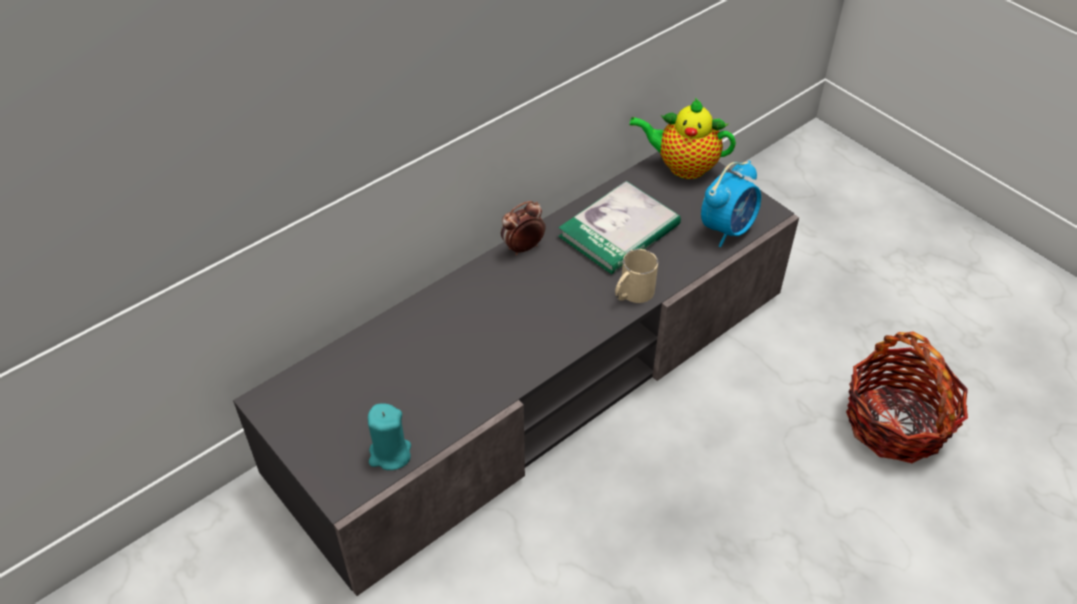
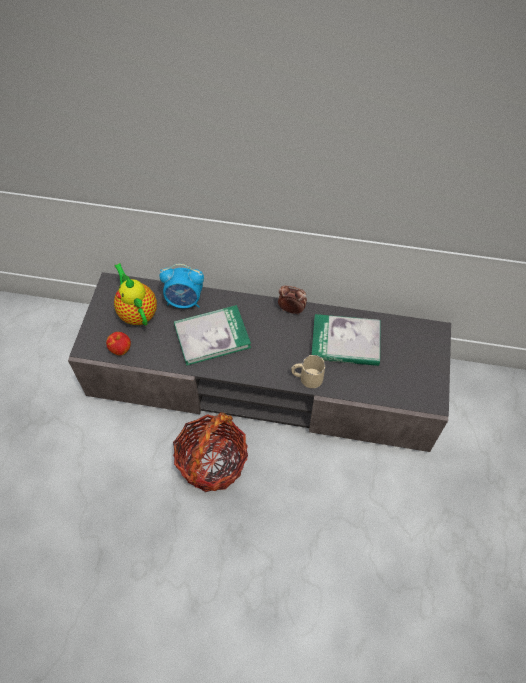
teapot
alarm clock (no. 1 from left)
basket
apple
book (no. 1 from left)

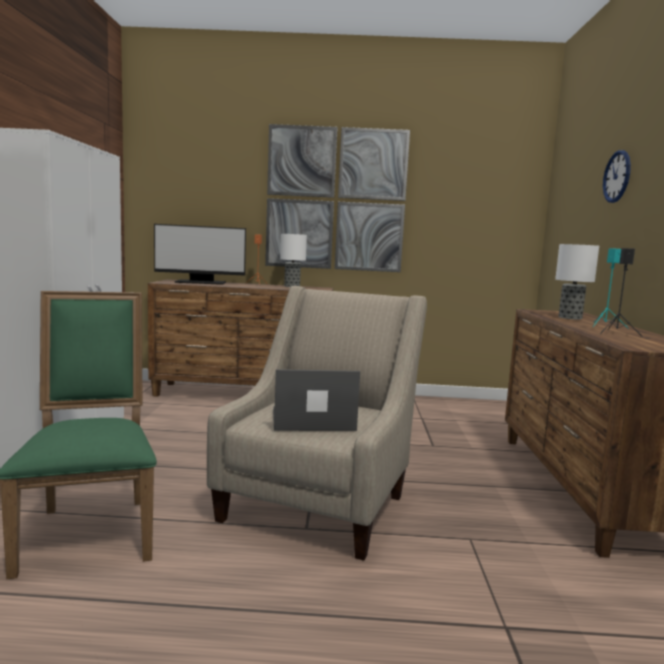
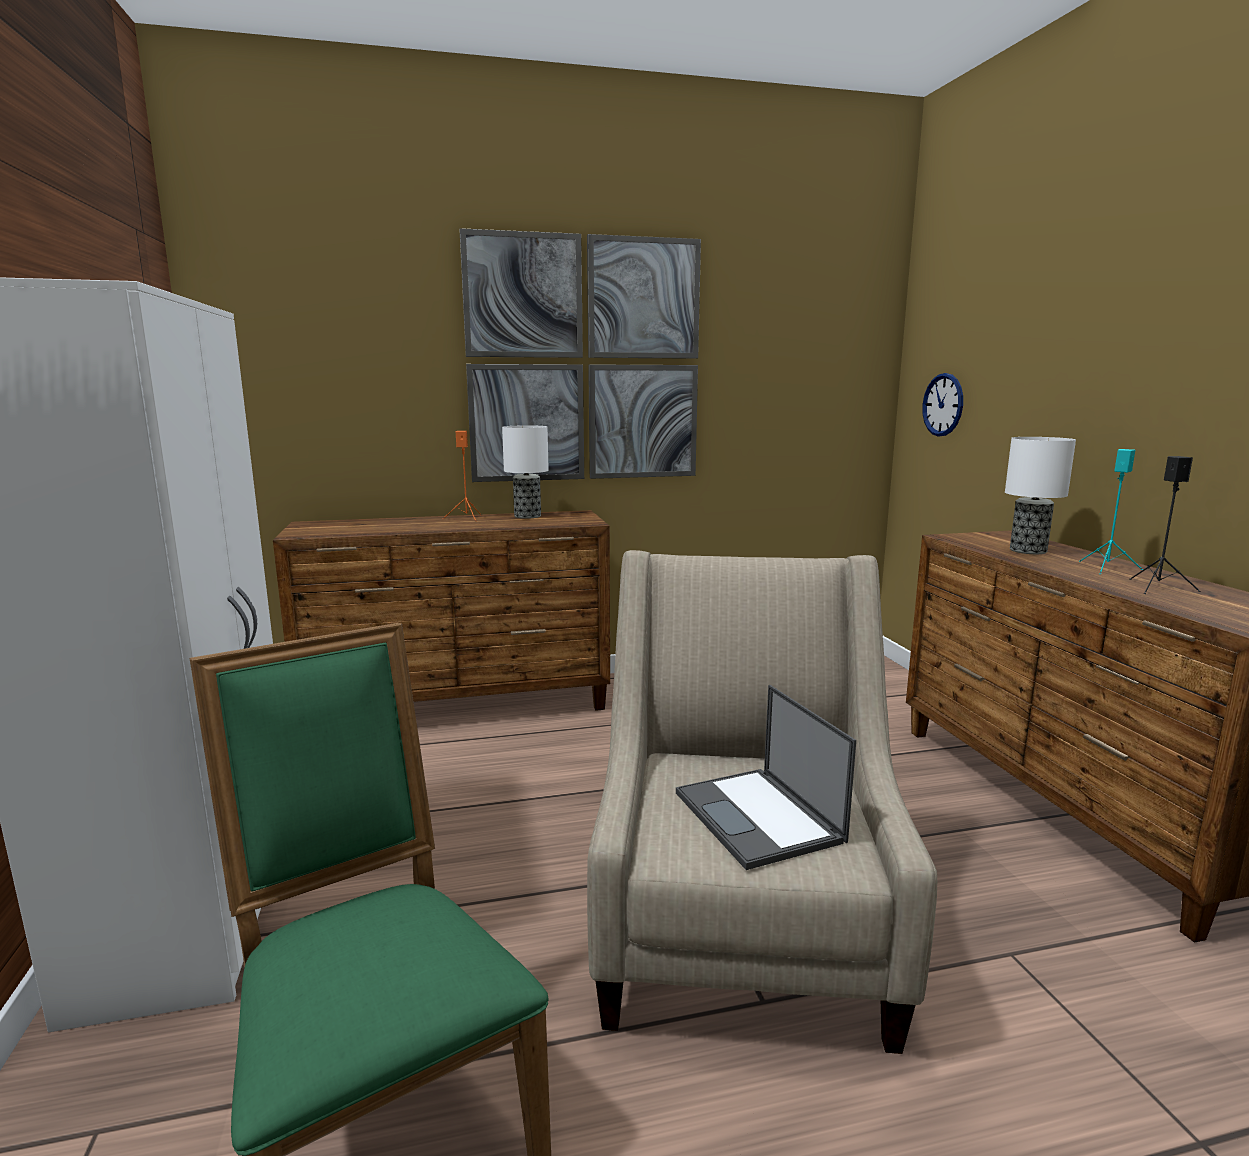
wall clock
monitor
laptop

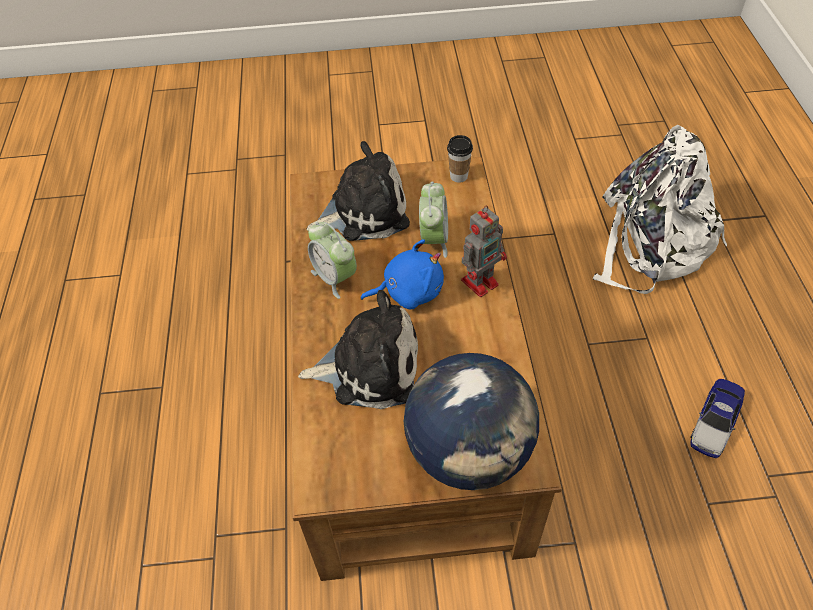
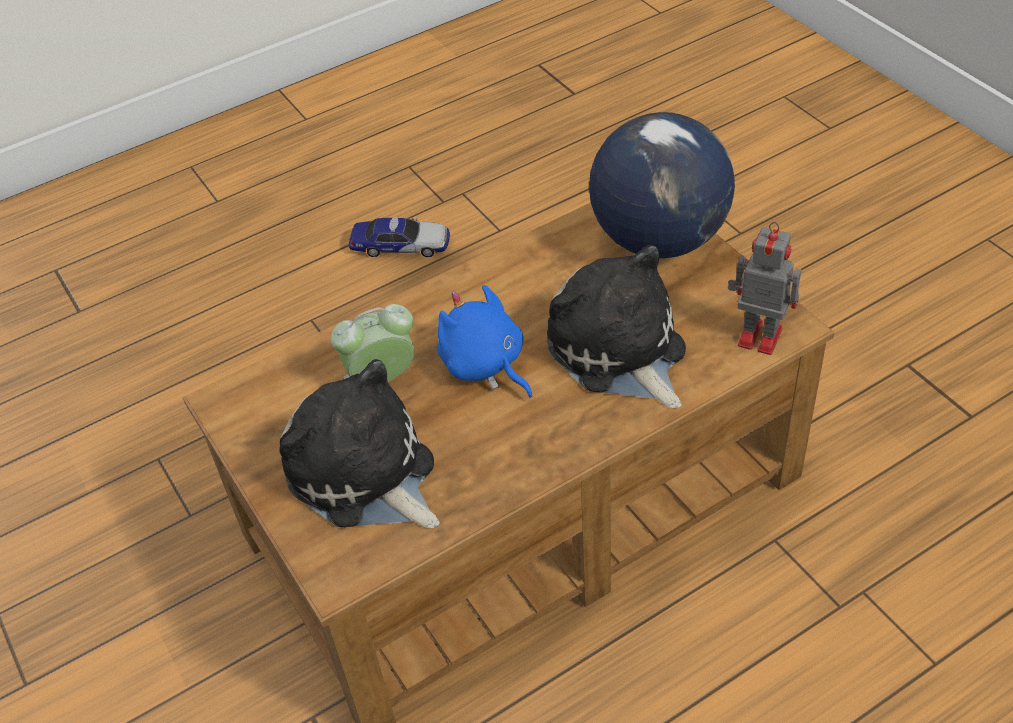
white backpack
cup
toy robot
alarm clock (no. 1 from left in the first image)

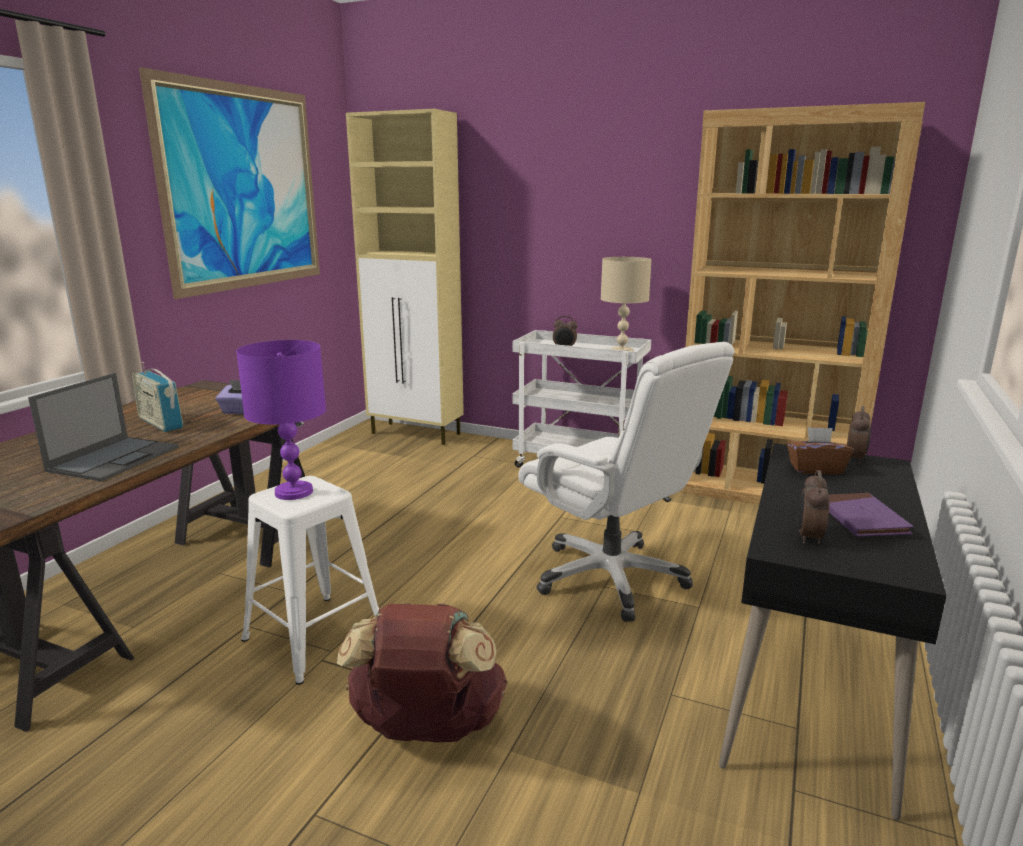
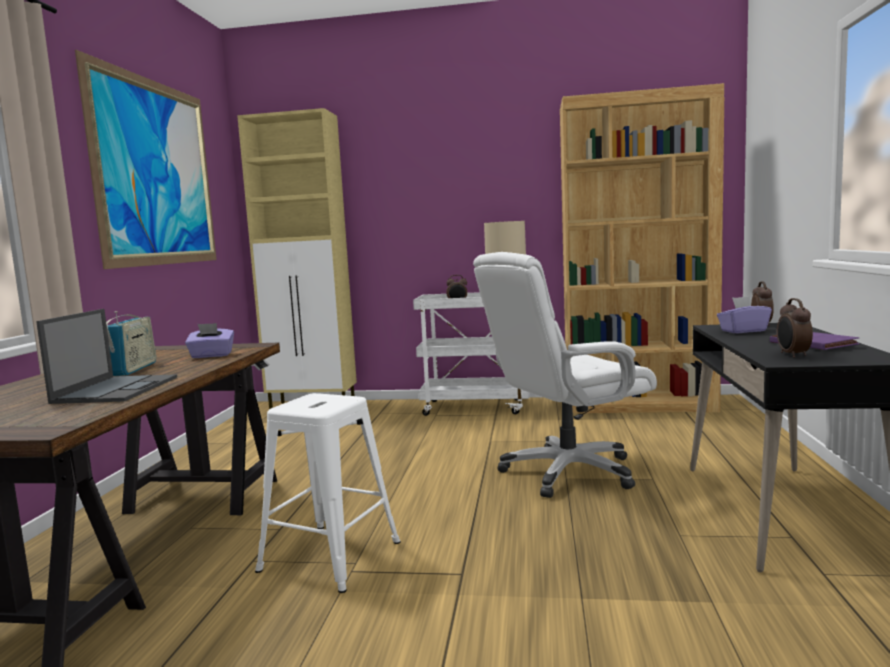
purple table lamp
white office chair
radio
purple tissue box (no. 2 from left)
brown backpack

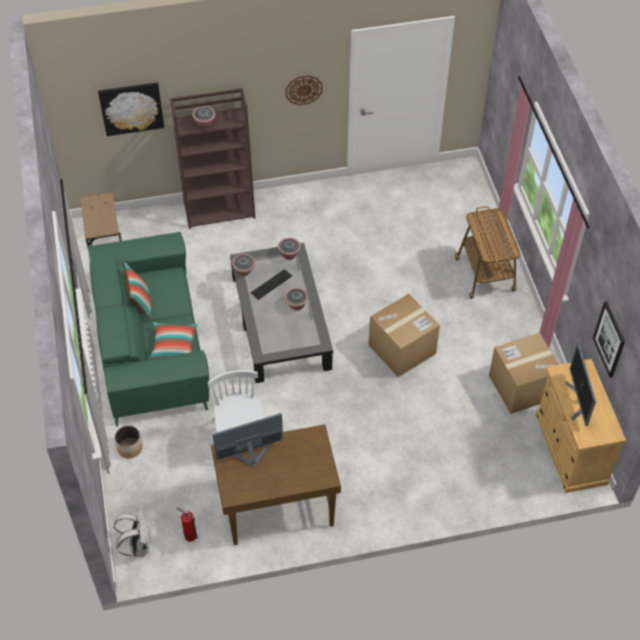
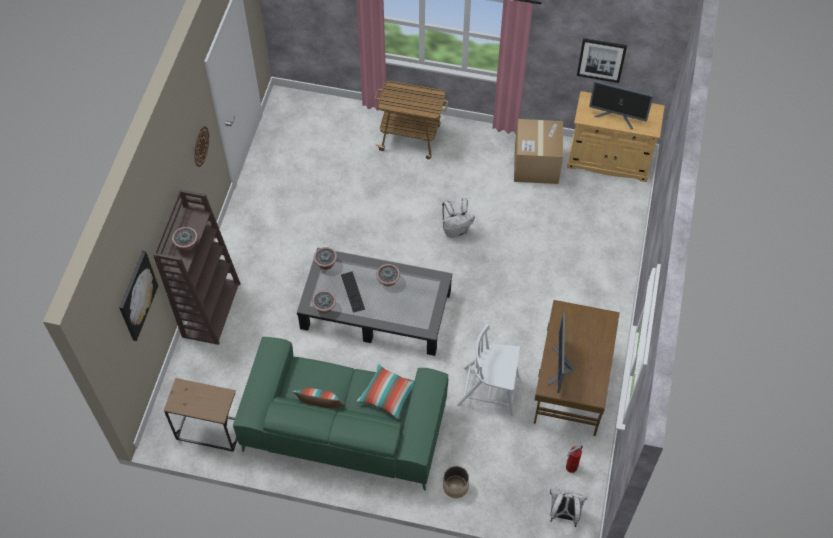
white backpack (no. 1 from left)

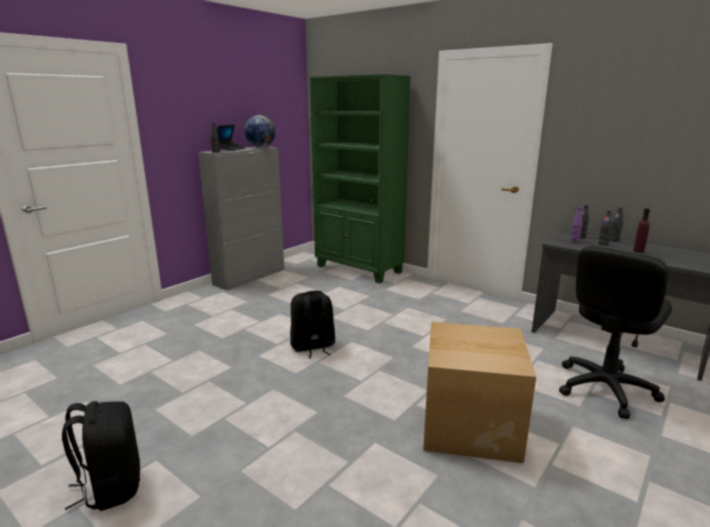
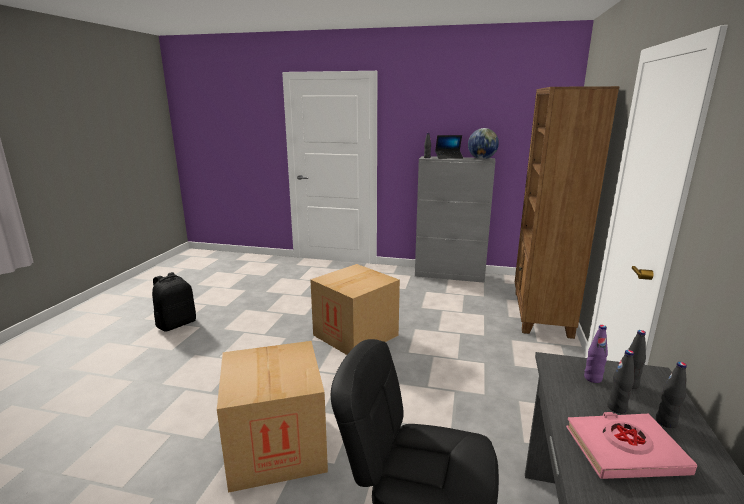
brown bookcase
pink book
cardboard box (no. 2 from left)

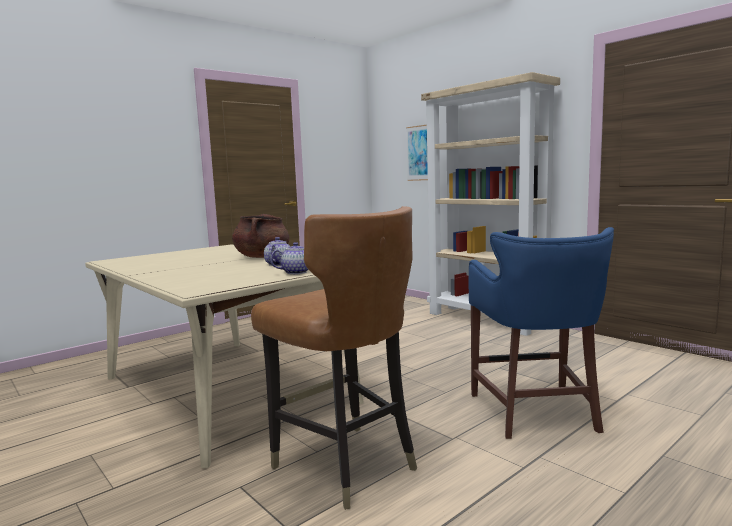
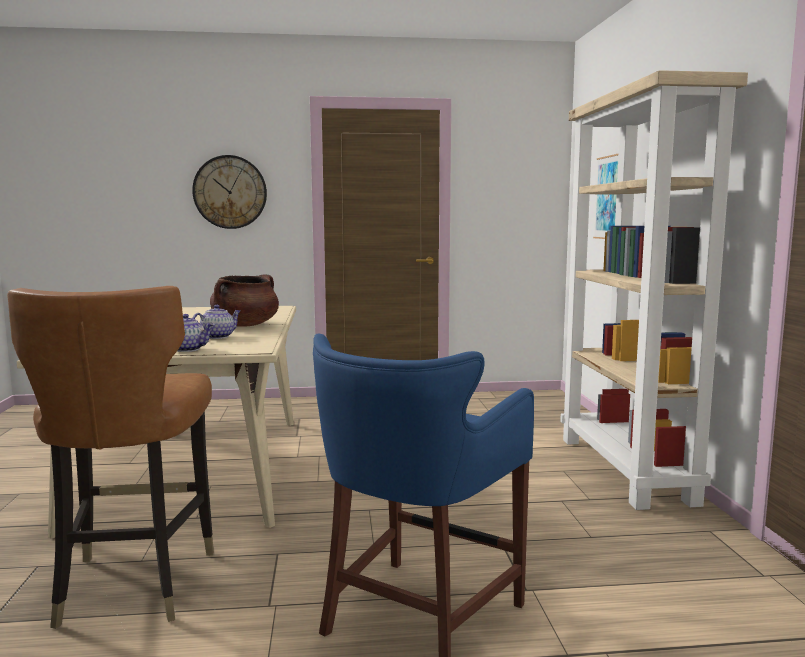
wall clock

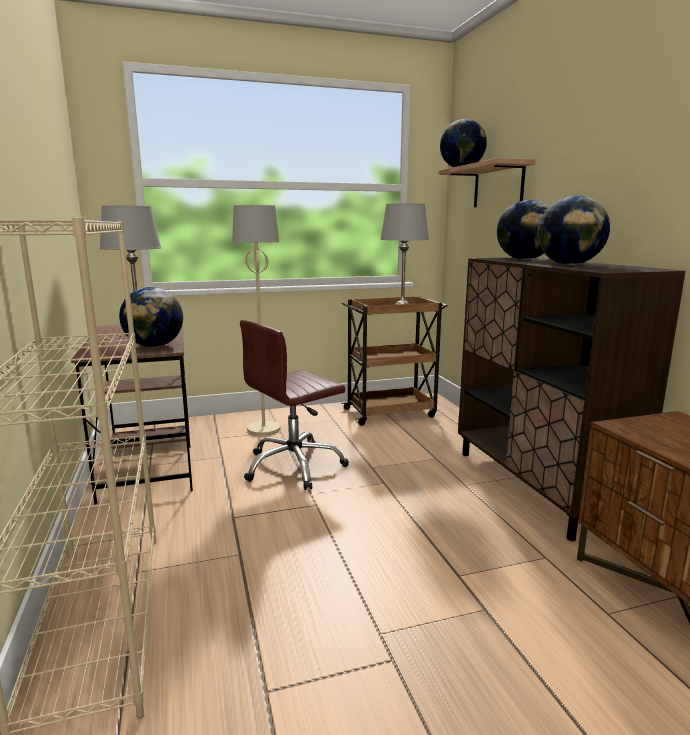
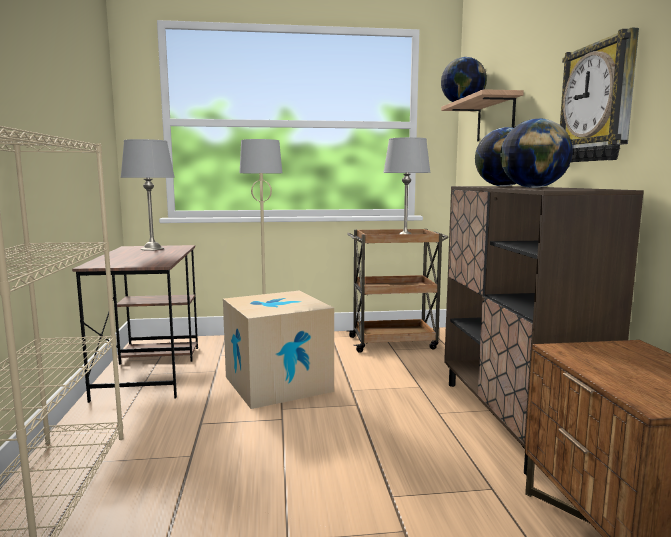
globe (no. 1 from left in the first image)
cardboard box
wall clock

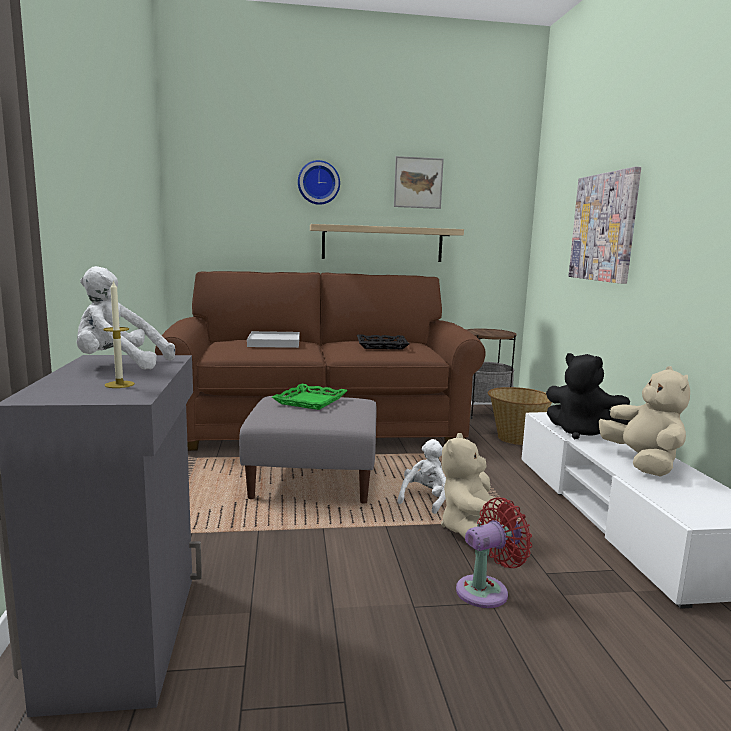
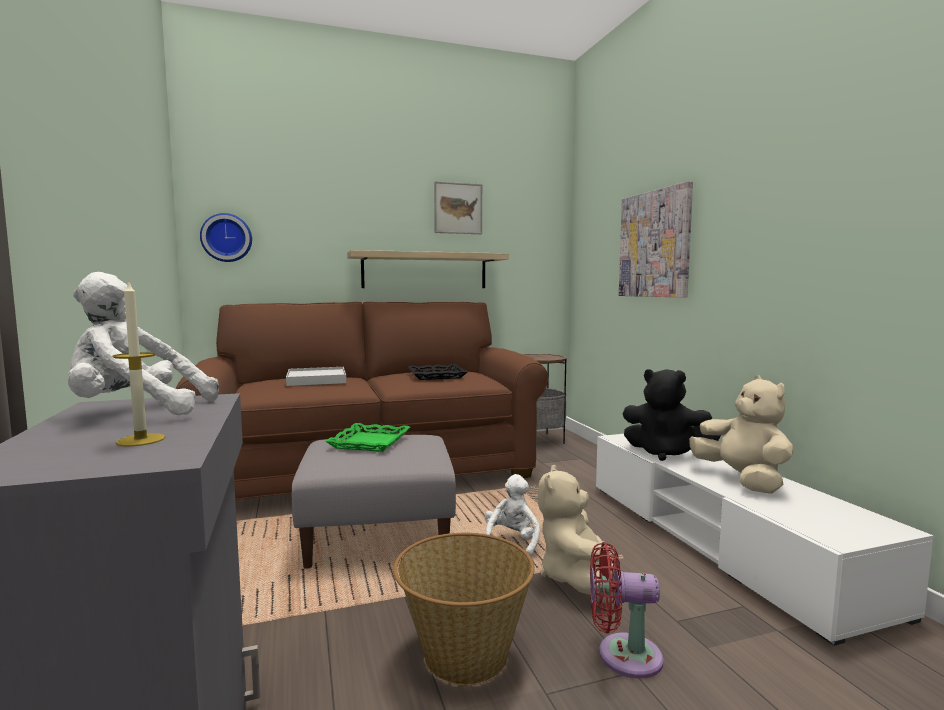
wall clock
basket
red fan

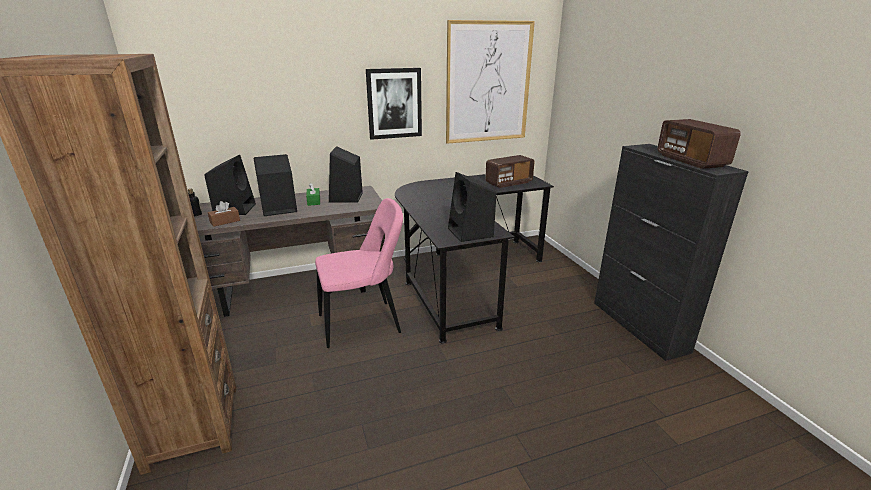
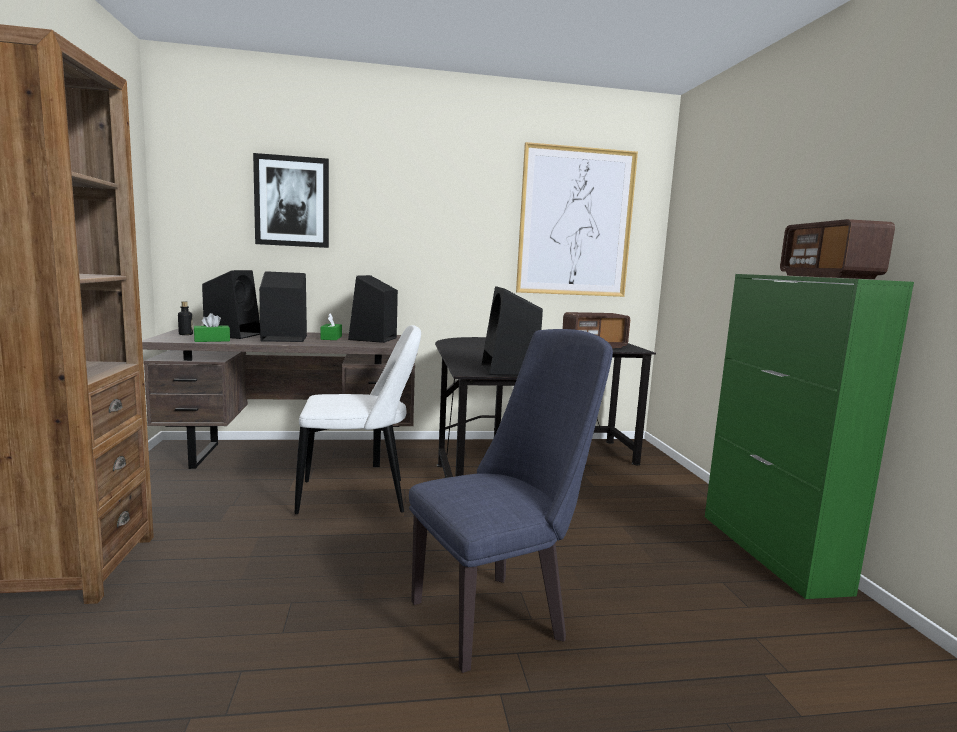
picture (no. 1 from left)
green cabinet
white chair
green tissue box (no. 1 from left)
blue chair

